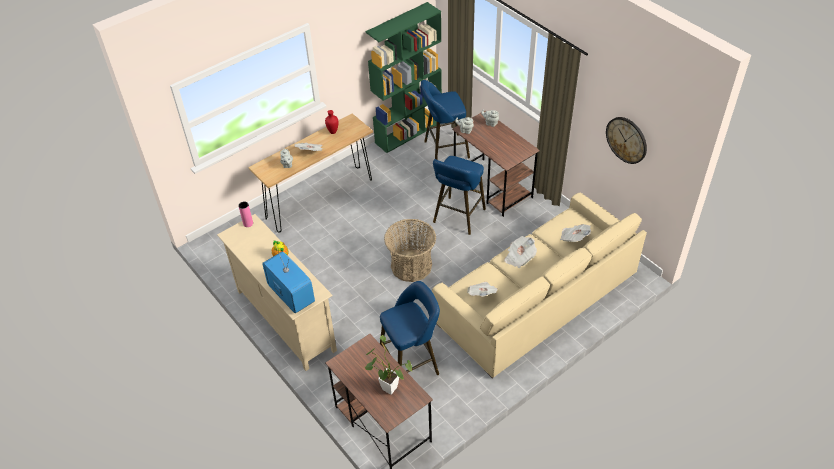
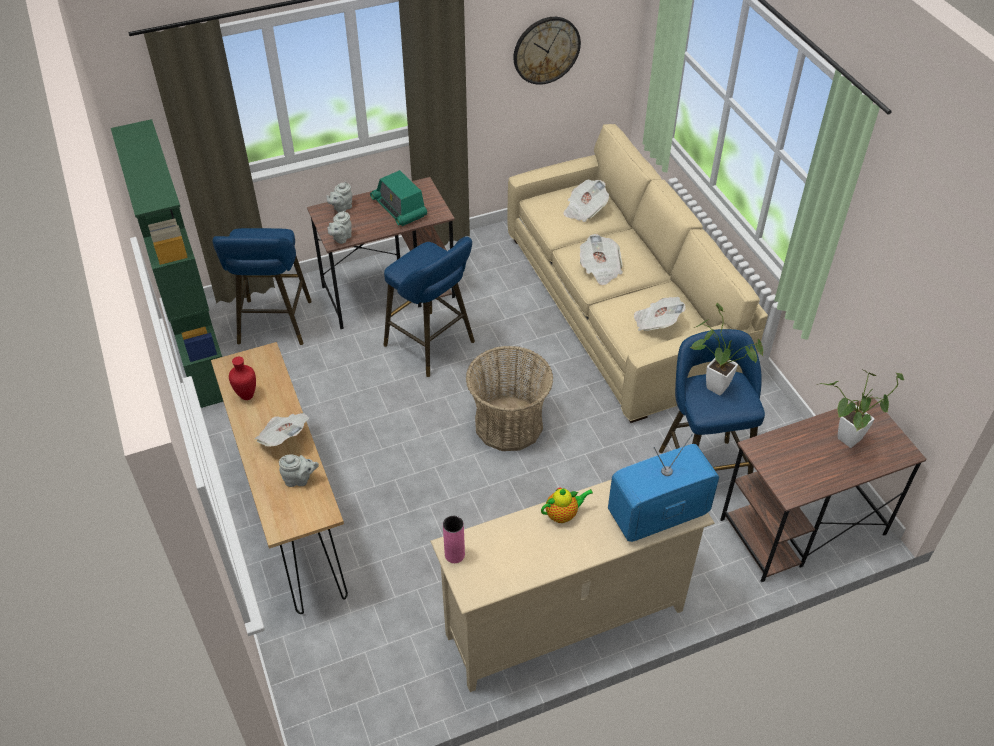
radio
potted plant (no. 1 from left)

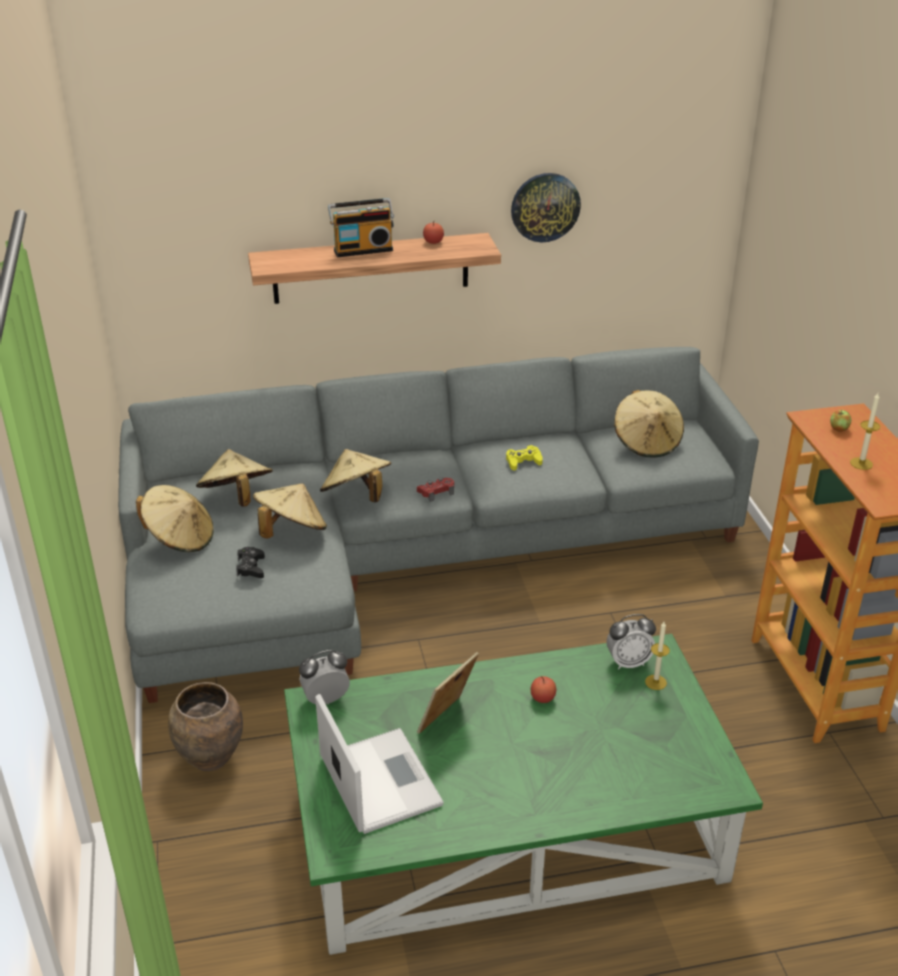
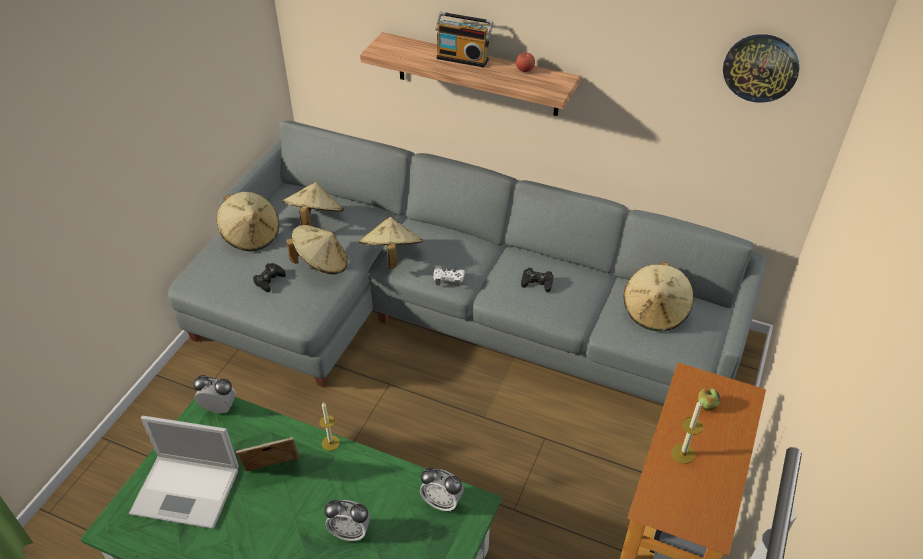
wall clock
black game controller (no. 2 from left)
white game controller
candle (no. 1 from left)
apple (no. 2 from left in the first image)
brown vase
laptop
alarm clock (no. 2 from left)

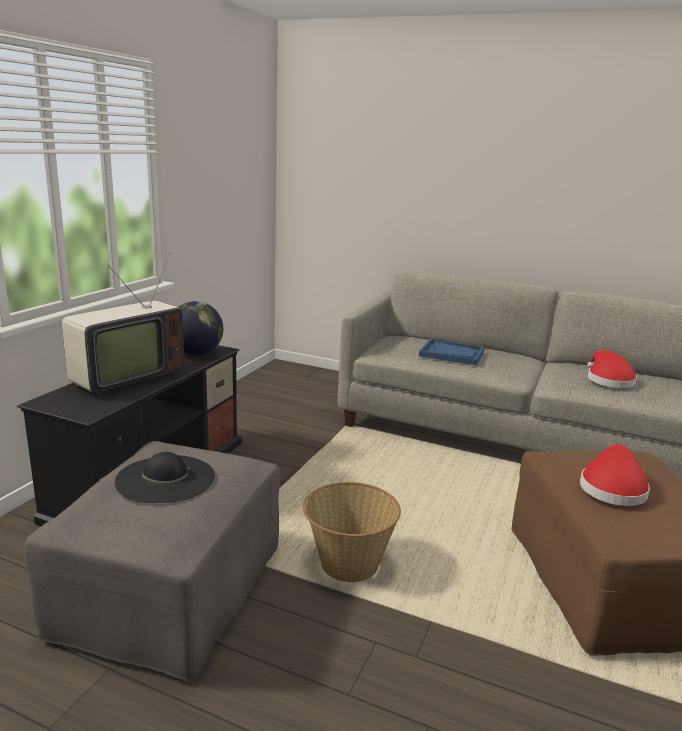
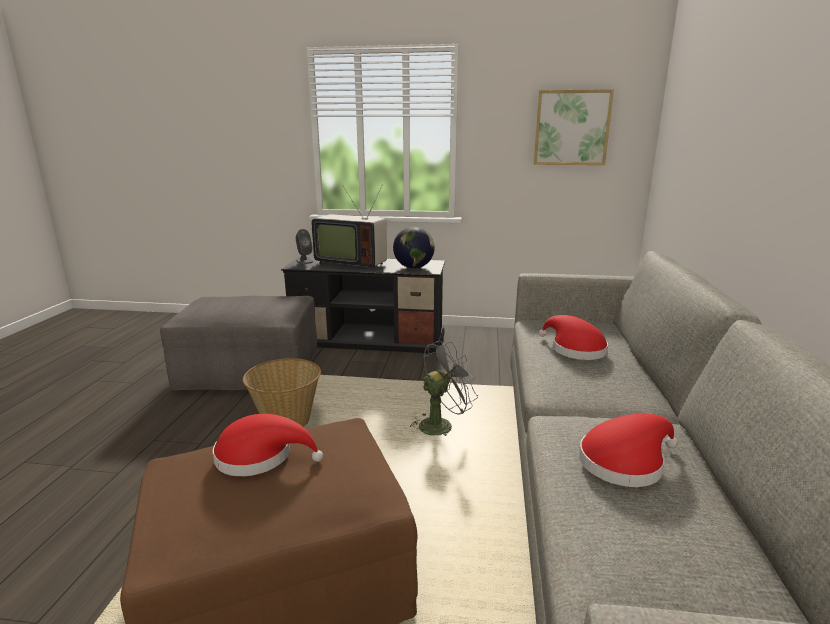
red hat (no. 2 from left)
black hat
picture
grey speaker
grey fan

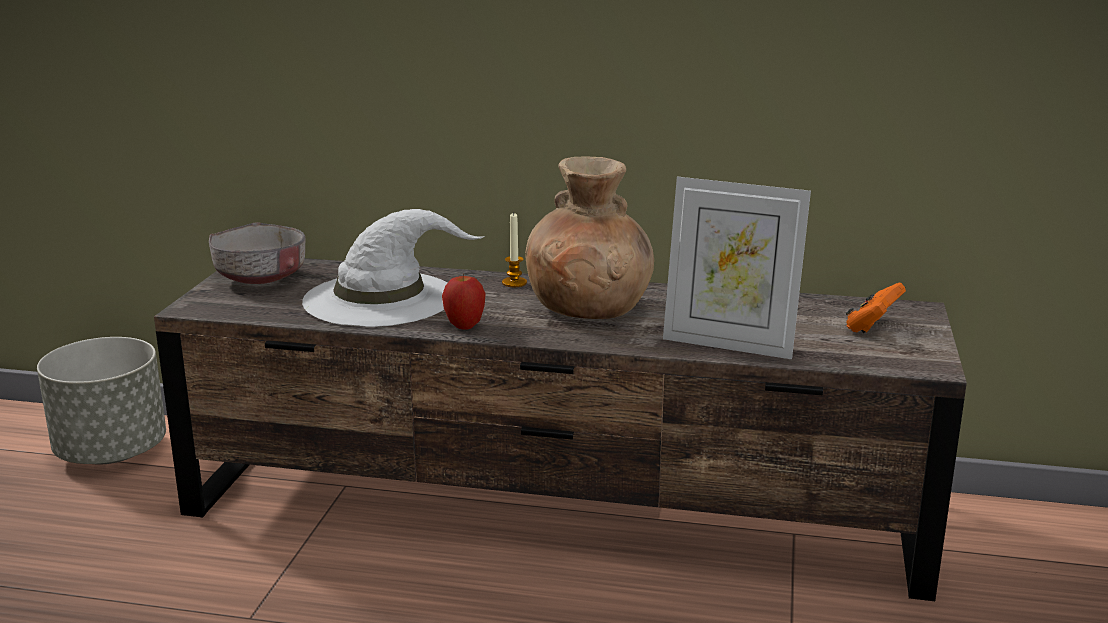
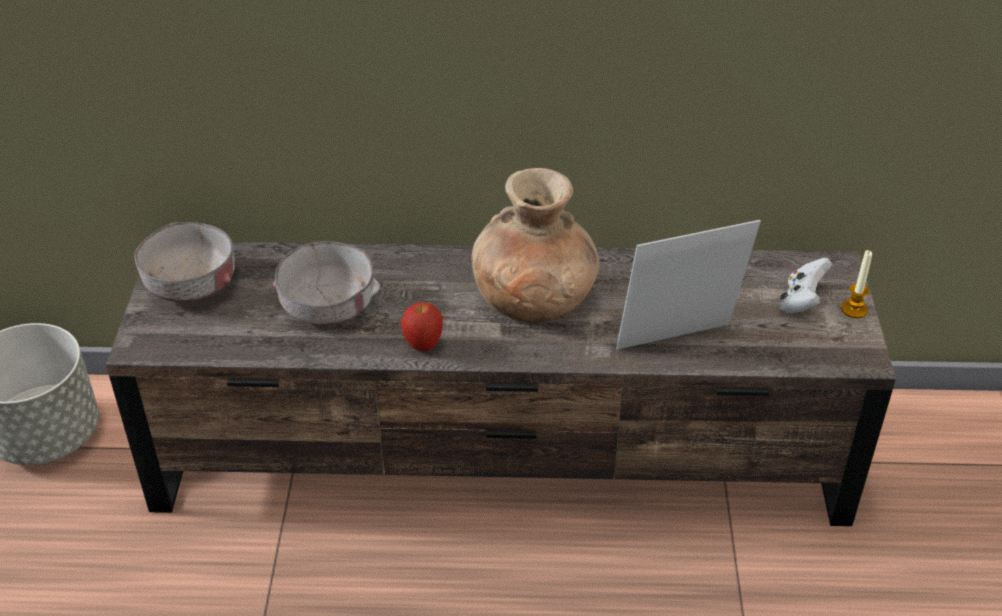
picture frame
grey bowl (no. 2 from left)
candle
white game controller

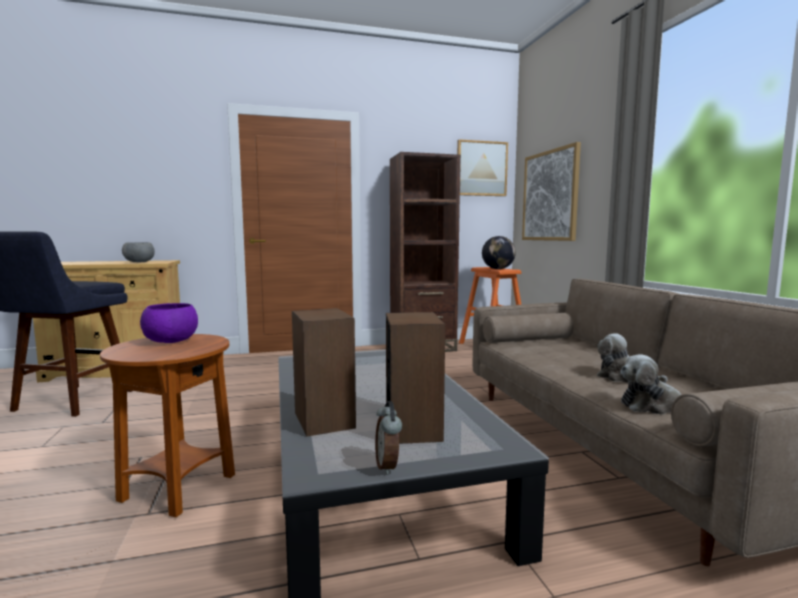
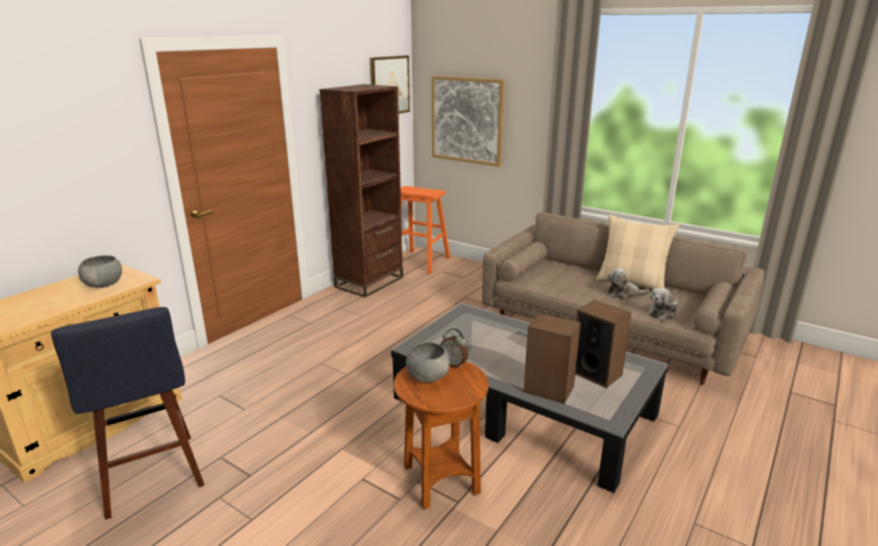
globe
grey bowl (no. 2 from left)
alarm clock
beige pillow

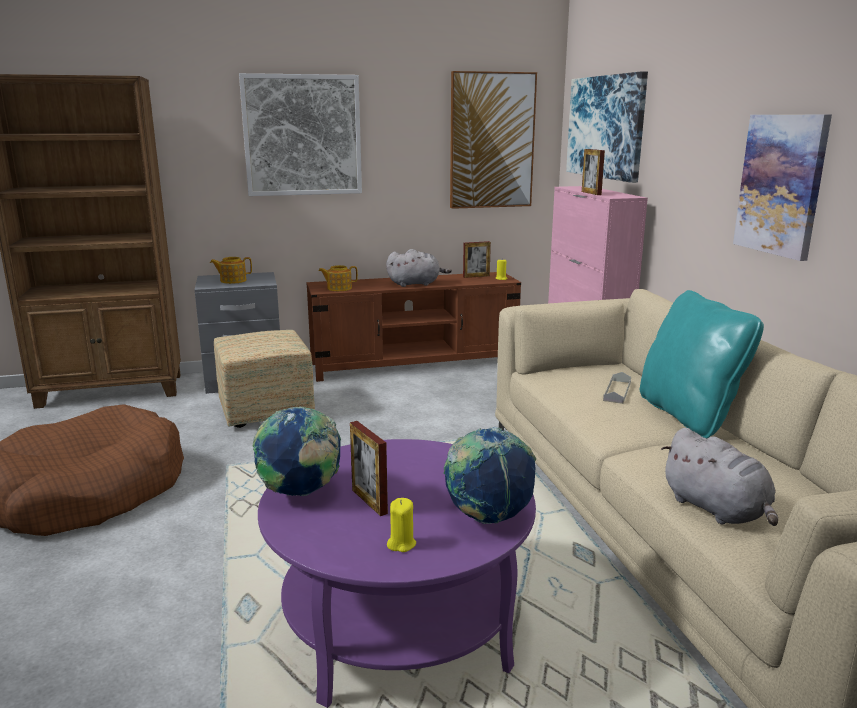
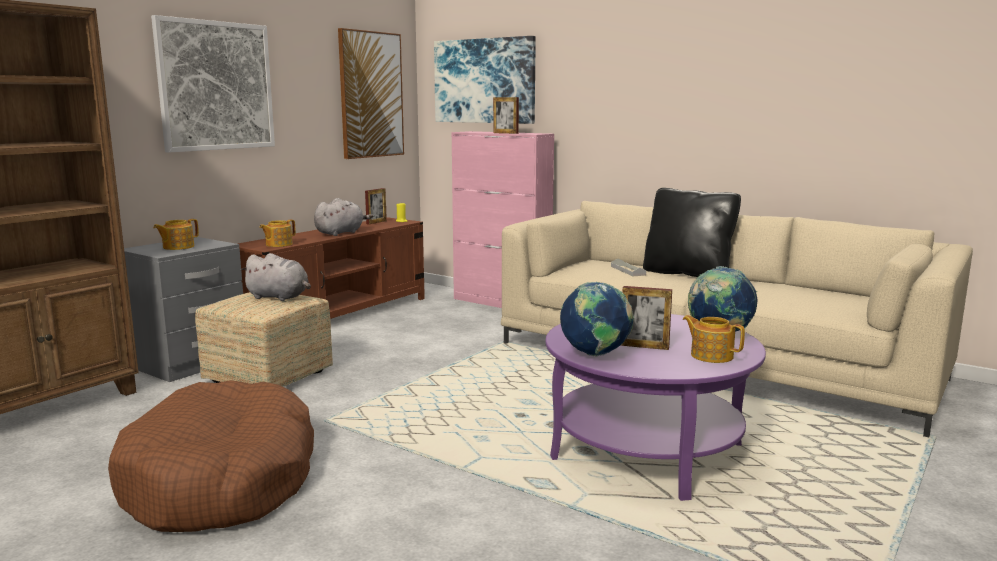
picture (no. 4 from left in the first image)
black pillow
grey plush toy (no. 1 from left)
teapot (no. 3 from left)

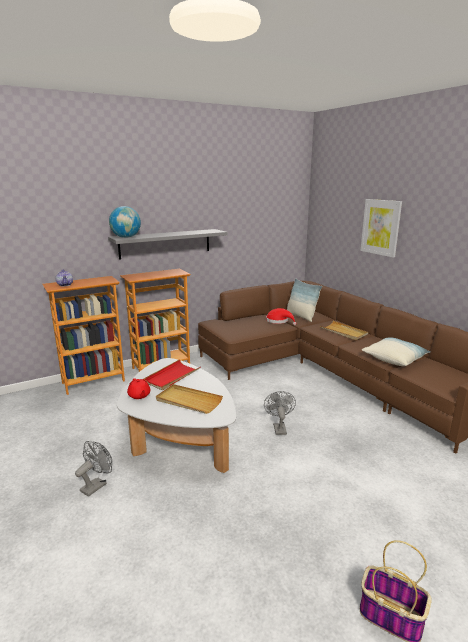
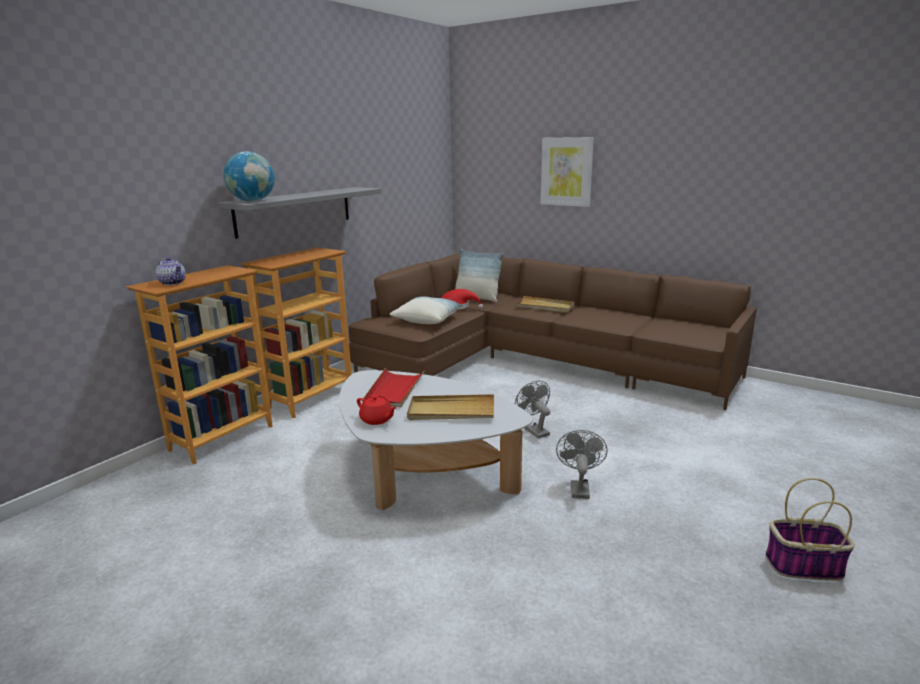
pillow (no. 1 from left)
grey fan (no. 2 from left)

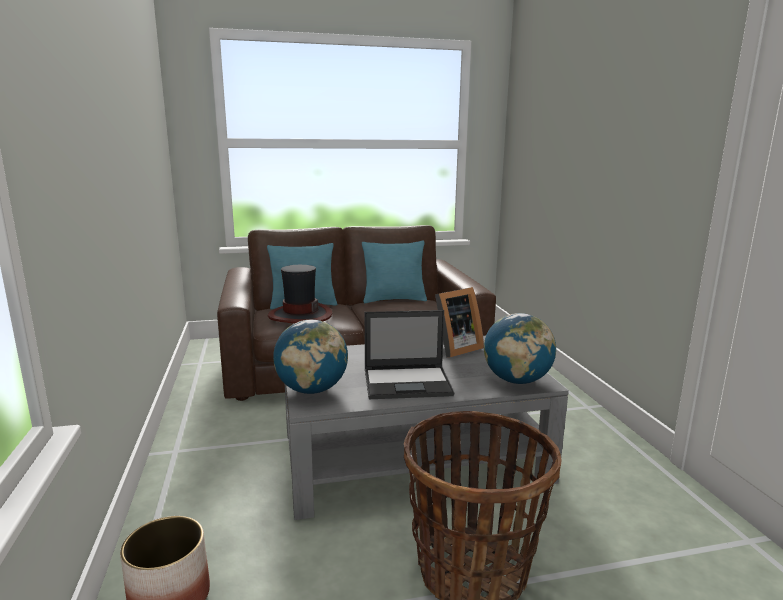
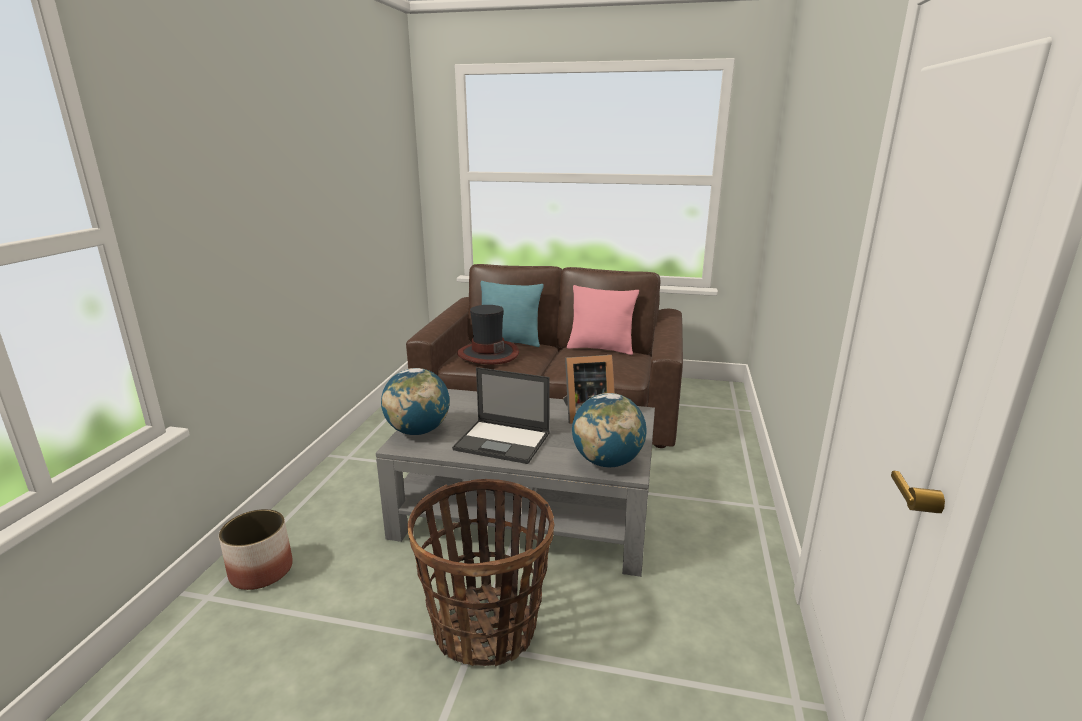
pink pillow

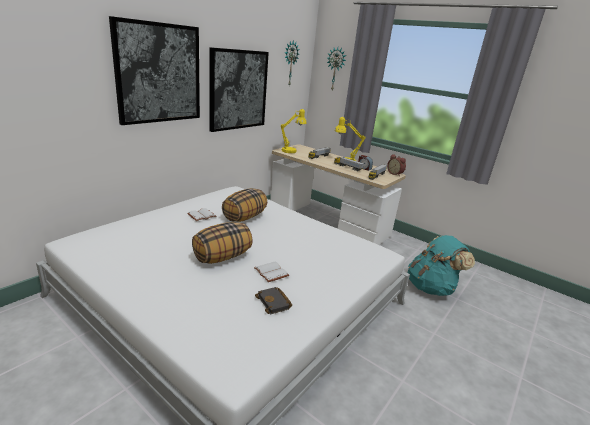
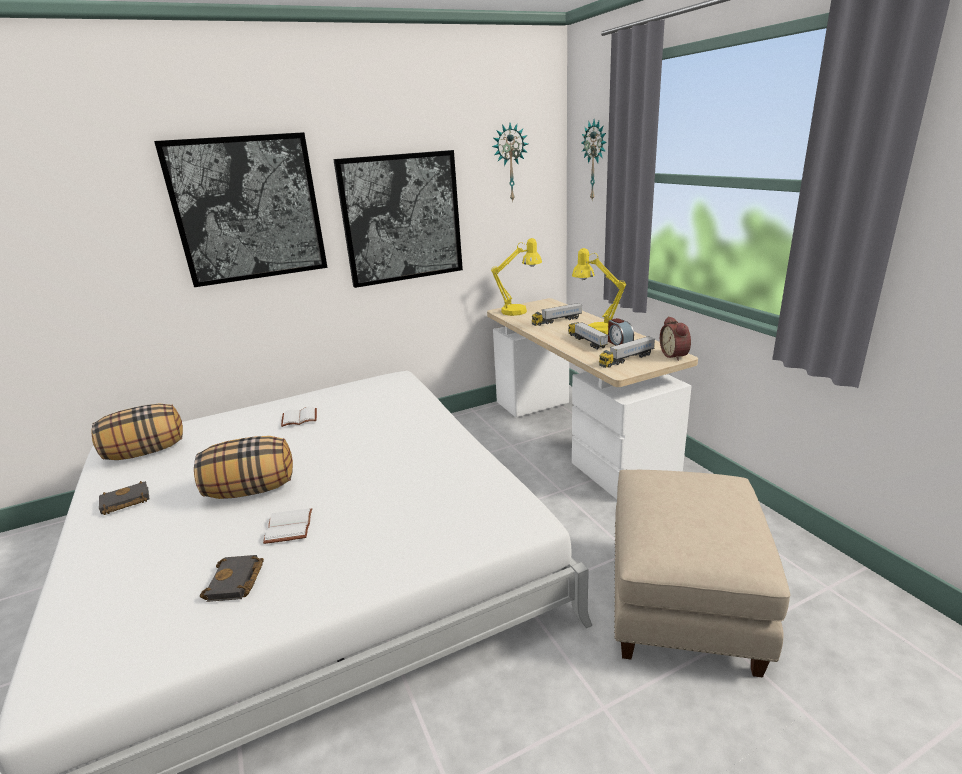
pillow (no. 1 from left)
beige ottoman
black book (no. 1 from left)

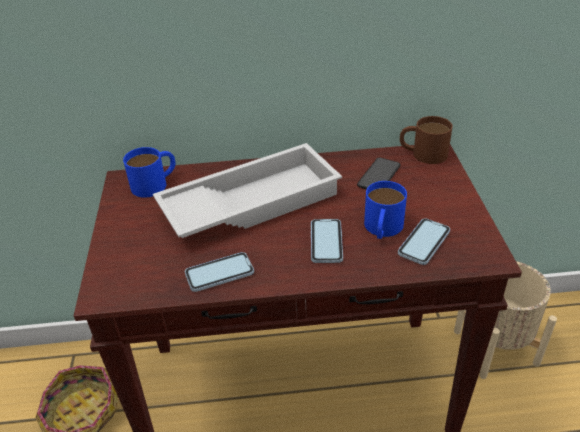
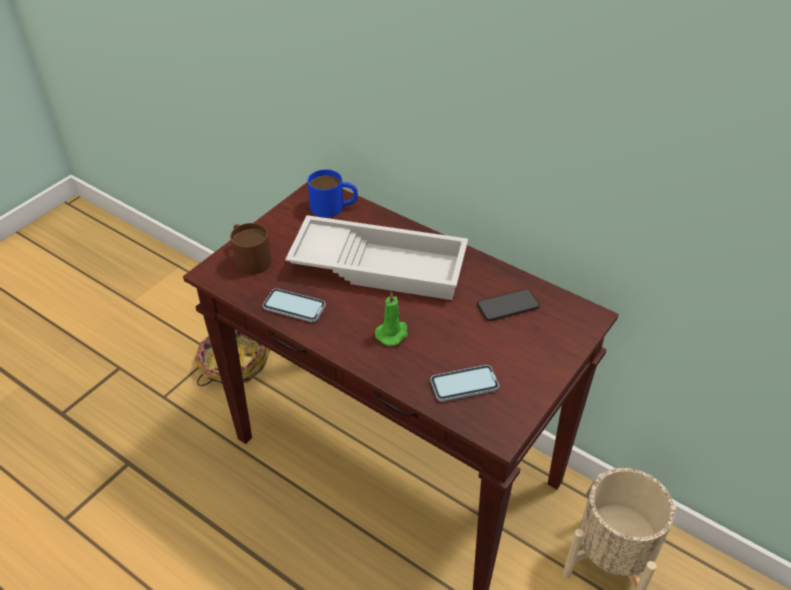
brown mug
blue mug (no. 2 from left in the first image)
green candle

